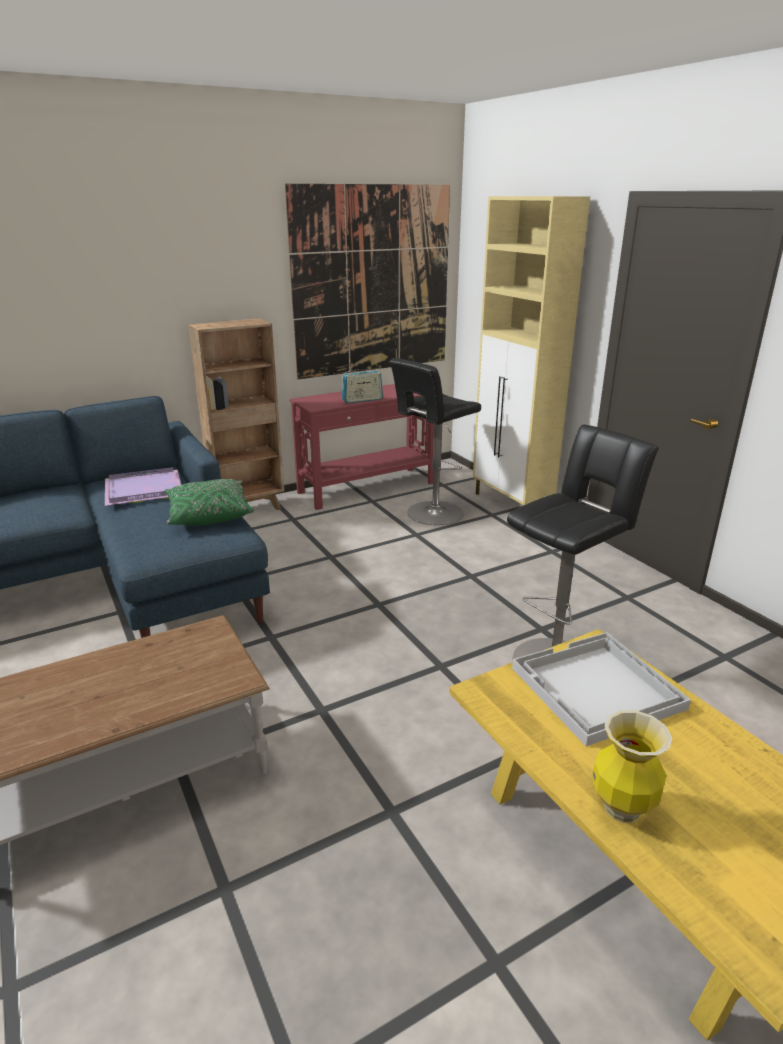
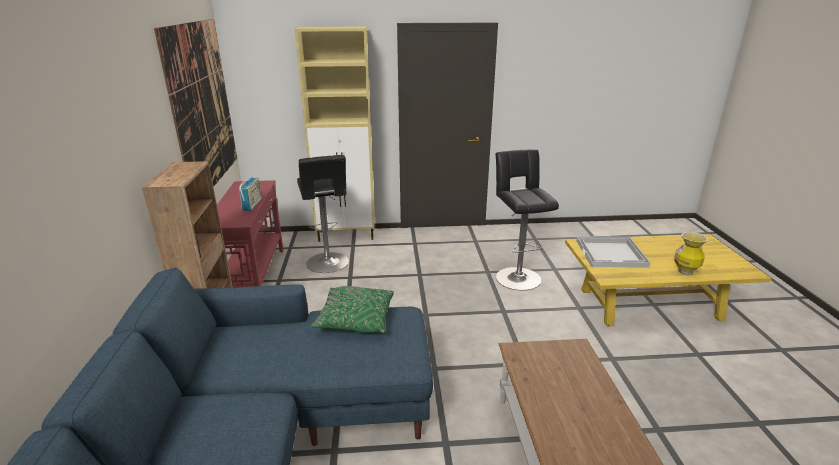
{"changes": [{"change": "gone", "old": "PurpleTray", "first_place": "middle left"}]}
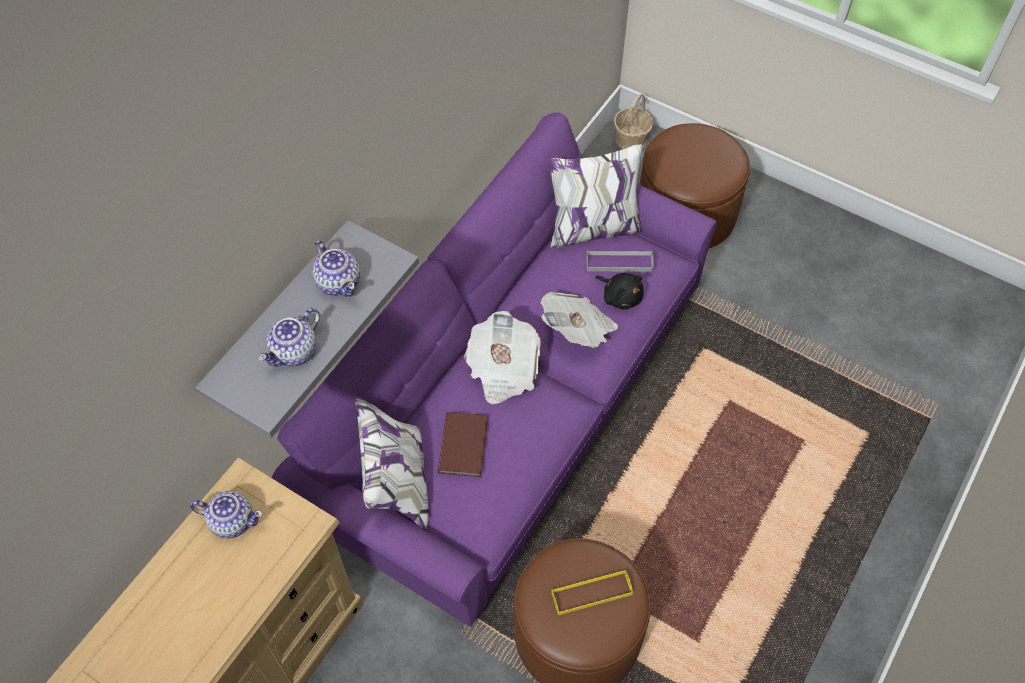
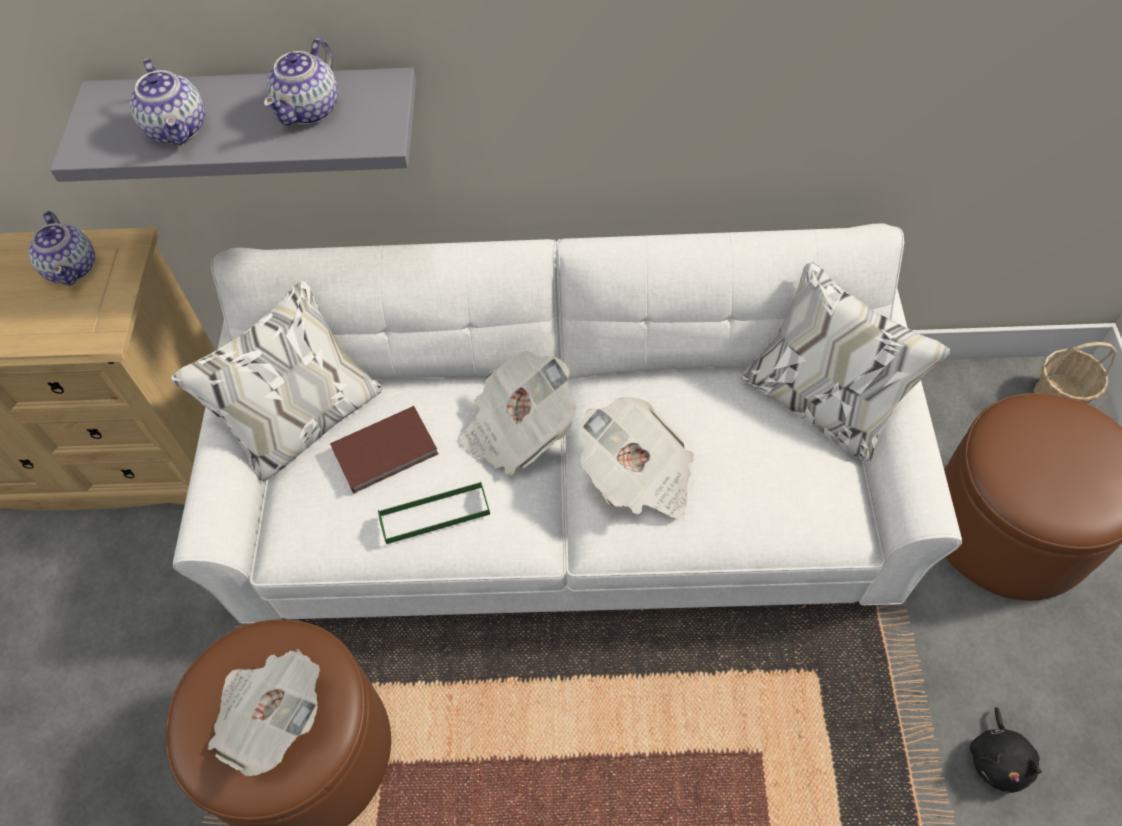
{"changes": [{"change": "repainted", "old": "PurpleSofa", "new": "WhiteSofa", "first_place": "centre", "second_place": "centre"}, {"change": "gone", "old": "GreyTray", "first_place": "centre"}, {"change": "shifted", "old": "BlackPlushToy", "first_place": "centre", "second_place": "bottom right"}, {"change": "rotated", "old": "Teapot (no. 2 from left)", "first_place": "middle left", "second_place": "top left", "degrees": -120}, {"change": "swapped", "old": "YellowTray", "new": "Newspaper (no. 1 from left)", "first_place": "bottom centre", "second_place": "bottom left"}, {"change": "new", "new": "GreenTray", "second_place": "centre"}]}
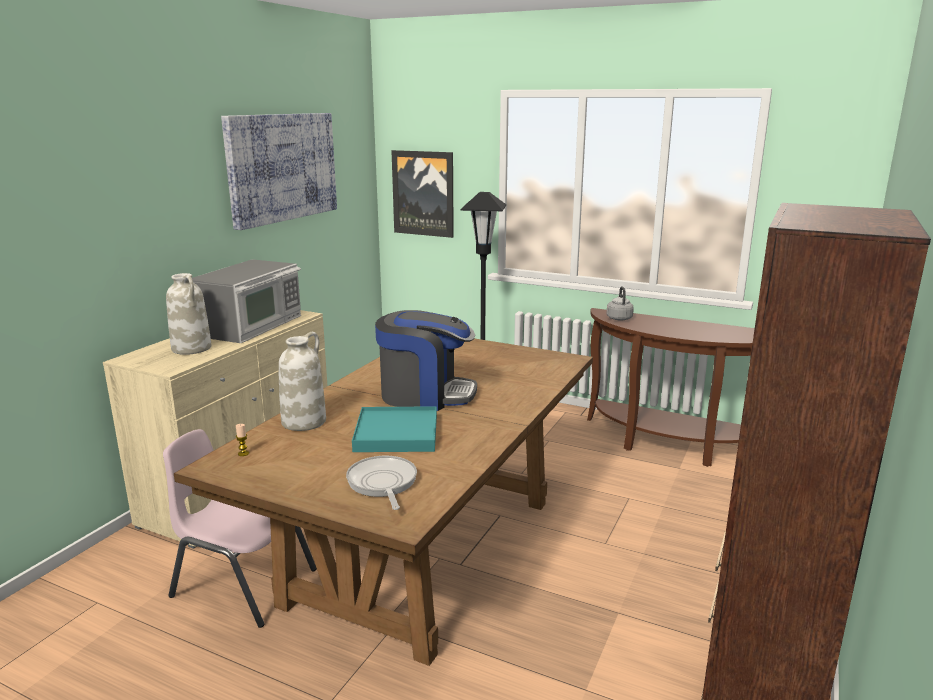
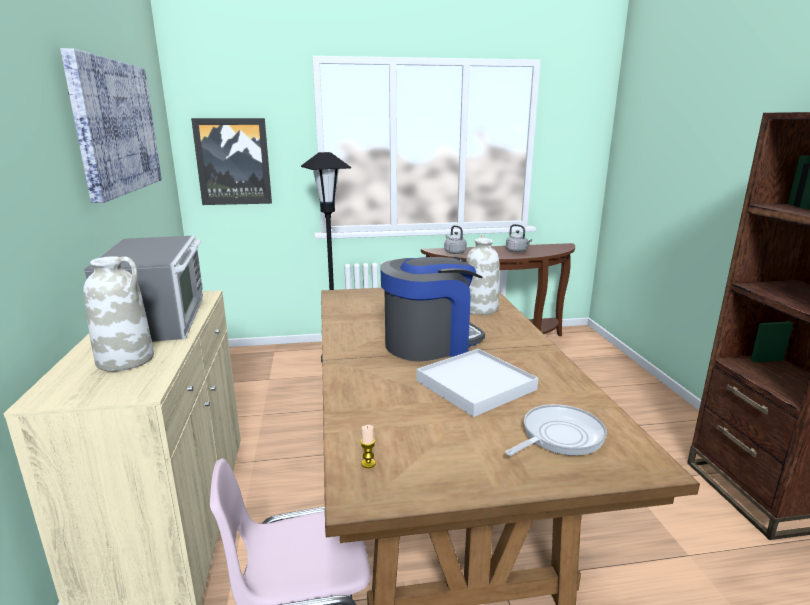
{"changes": [{"change": "shifted", "old": "WhiteVase (no. 2 from left)", "first_place": "middle left", "second_place": "centre"}, {"change": "repainted", "old": "TurquoiseTray", "new": "WhiteTray", "first_place": "centre", "second_place": "centre"}, {"change": "rotated", "old": "FryingPan", "first_place": "bottom centre", "second_place": "bottom right", "degrees": 105}, {"change": "new", "new": "GreyKettle (no. 2 from left)", "second_place": "centre"}]}
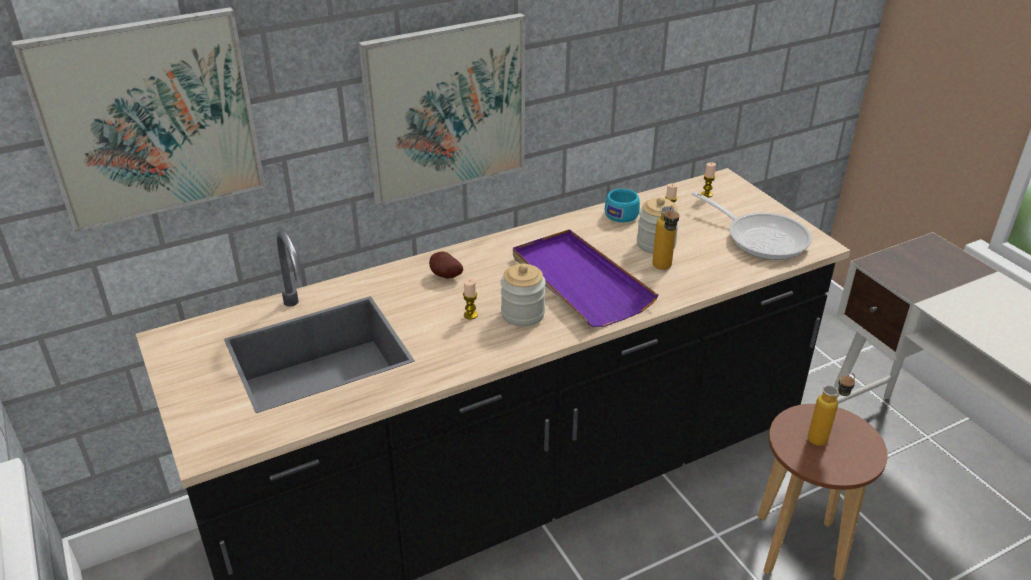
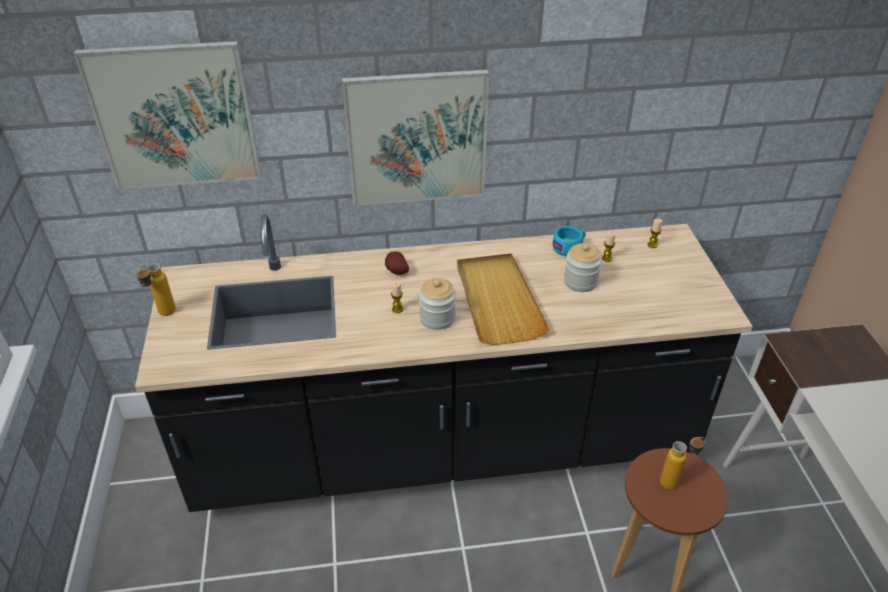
{"changes": [{"change": "gone", "old": "FryingPan", "first_place": "middle right"}, {"change": "shifted", "old": "Bottle (no. 1 from left)", "first_place": "centre", "second_place": "middle left"}, {"change": "repainted", "old": "PurpleTray", "new": "BeigeTray", "first_place": "centre", "second_place": "centre"}]}
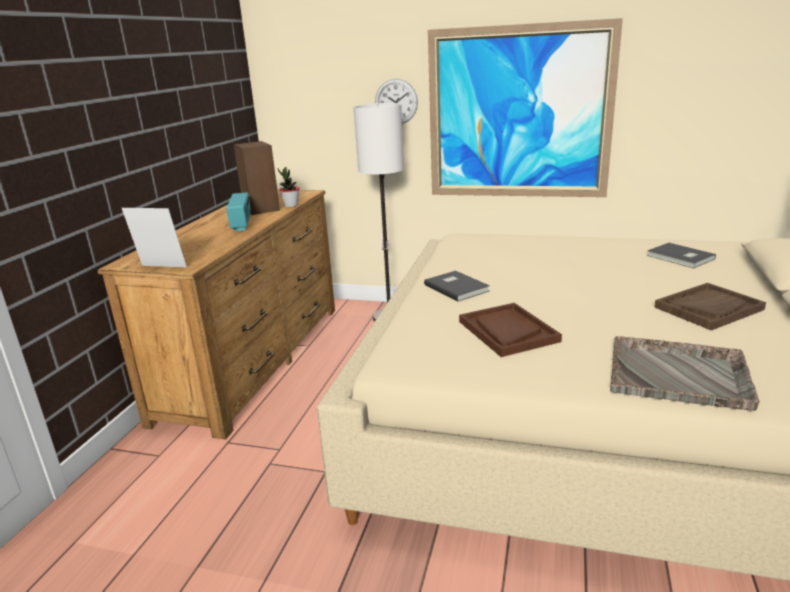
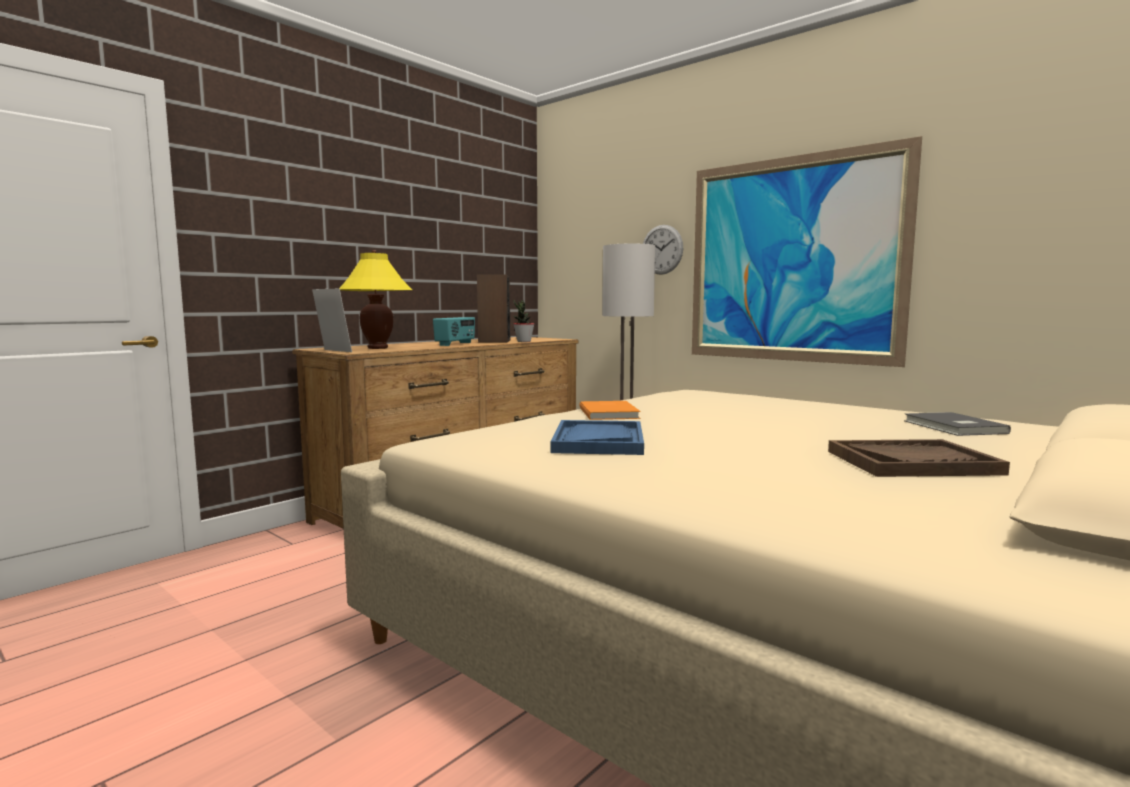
{"changes": [{"change": "repainted", "old": "GreyBook (no. 1 from left)", "new": "OrangeBook", "first_place": "centre", "second_place": "centre"}, {"change": "repainted", "old": "BrownTray (no. 1 from left)", "new": "BlueTray", "first_place": "centre", "second_place": "centre"}, {"change": "gone", "old": "GreyTray", "first_place": "middle right"}, {"change": "new", "new": "YellowTableLamp", "second_place": "middle left"}]}
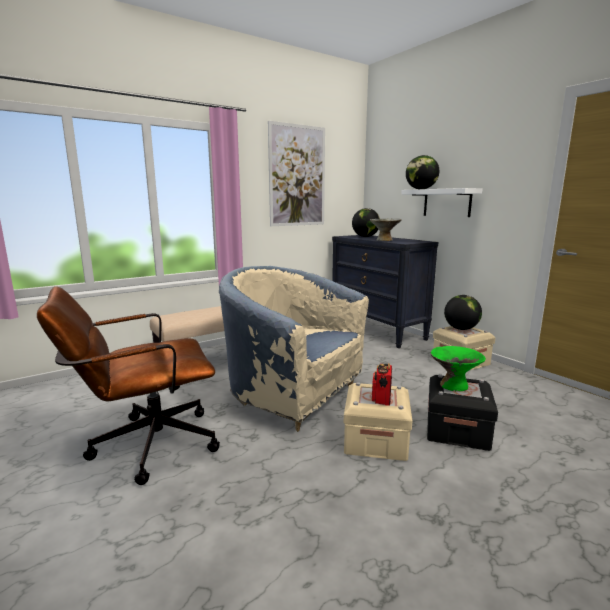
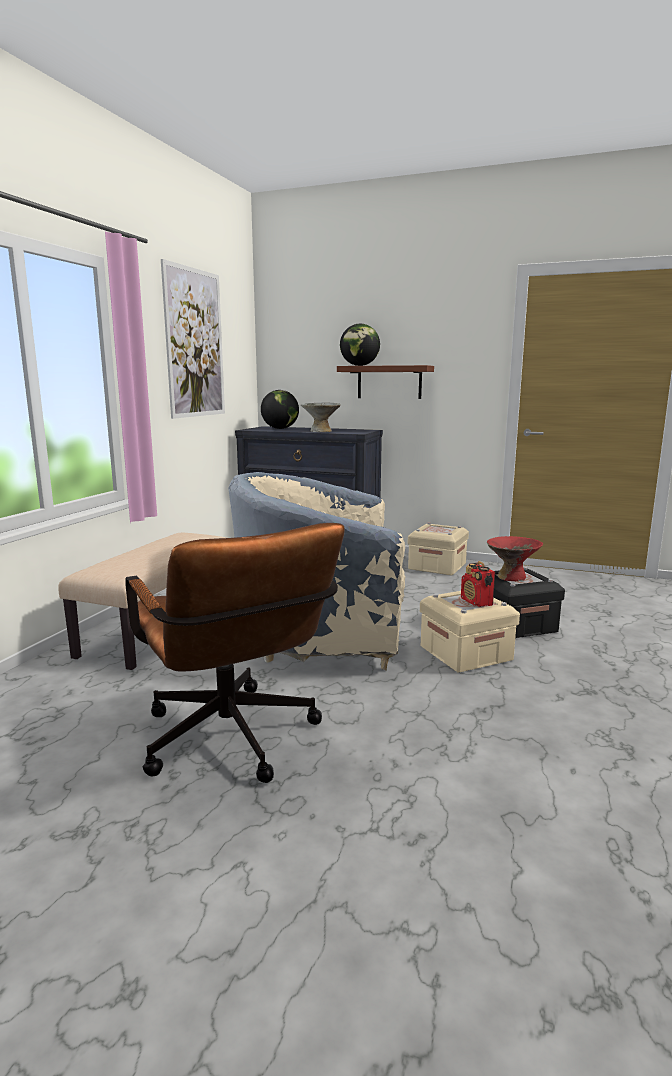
{"changes": [{"change": "repainted", "old": "WhiteShelf", "new": "BrownShelf", "first_place": "top right", "second_place": "centre"}, {"change": "rotated", "old": "BrownOfficeChair", "first_place": "middle left", "second_place": "centre", "degrees": -60}, {"change": "gone", "old": "Globe (no. 3 from left)", "first_place": "middle right"}, {"change": "repainted", "old": "GreenBowl", "new": "RedBowl", "first_place": "middle right", "second_place": "middle right"}]}
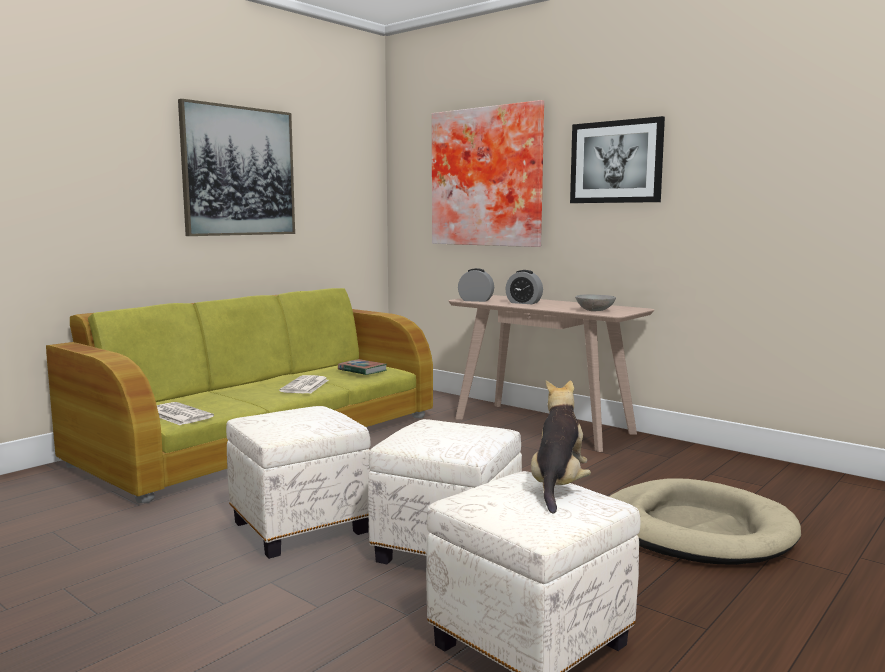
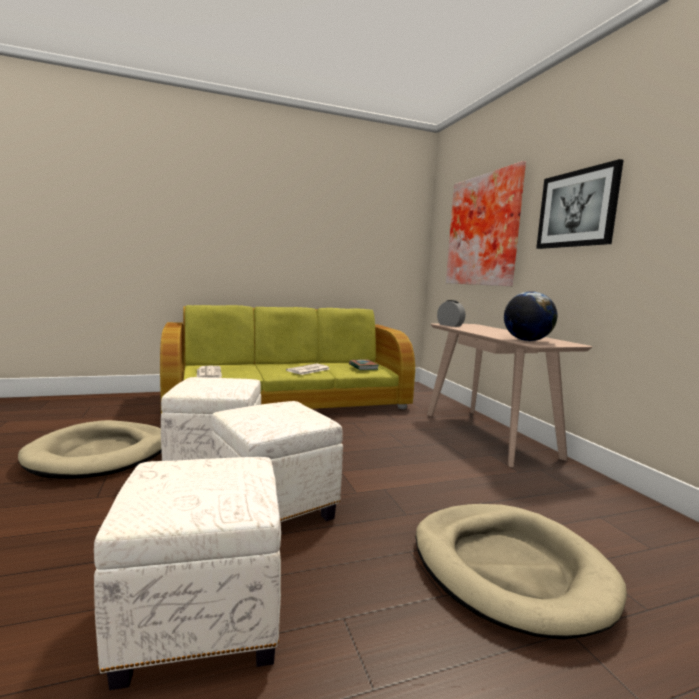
{"changes": [{"change": "gone", "old": "Picture (no. 1 from left)", "first_place": "top left"}, {"change": "gone", "old": "AlarmClock (no. 2 from left)", "first_place": "centre"}, {"change": "swapped", "old": "GreyBowl", "new": "Globe", "first_place": "middle right", "second_place": "middle right"}, {"change": "gone", "old": "PlushToy", "first_place": "centre"}, {"change": "new", "new": "BeigeDogBed (no. 1 from left)", "second_place": "middle left"}]}
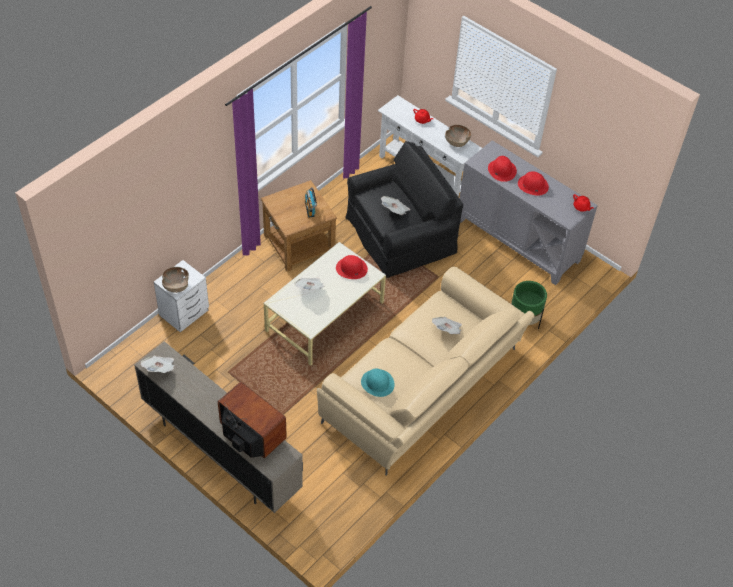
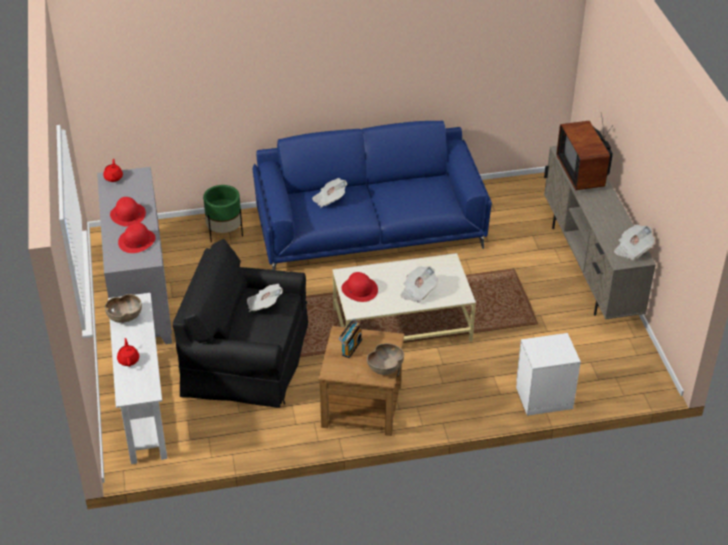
{"changes": [{"change": "shifted", "old": "BrownBowl (no. 1 from left in the first image)", "new": "BrownBowl (no. 2 from left)", "first_place": "middle left", "second_place": "centre"}, {"change": "repainted", "old": "BeigeSofa", "new": "BlueSofa", "first_place": "centre", "second_place": "centre"}, {"change": "gone", "old": "TurquoiseHat", "first_place": "centre"}]}
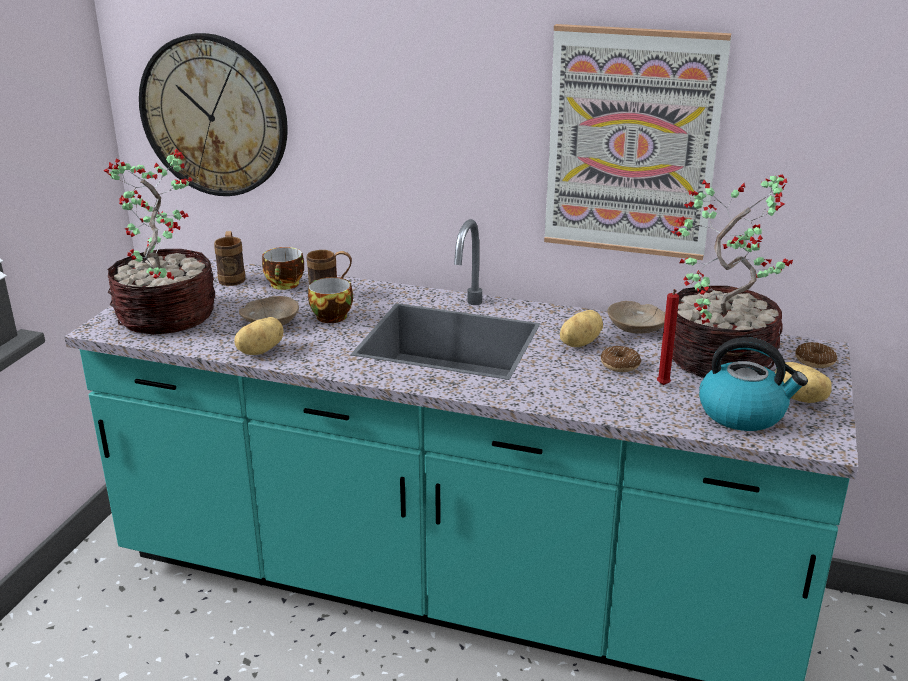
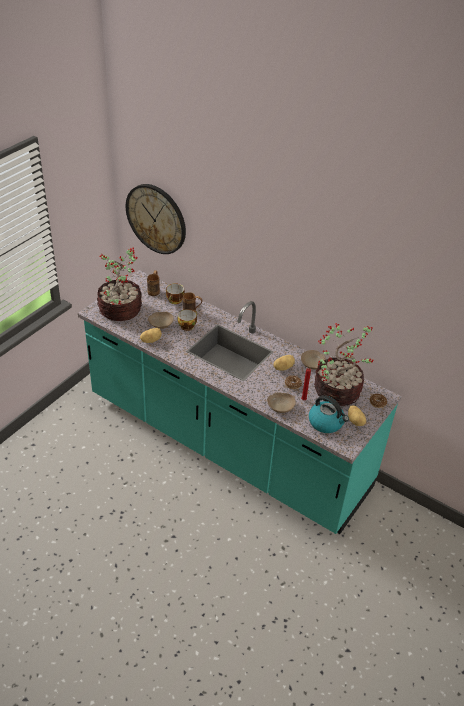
{"changes": [{"change": "gone", "old": "Picture", "first_place": "top right"}, {"change": "new", "new": "BeigeBowl (no. 2 from left)", "second_place": "centre"}]}
